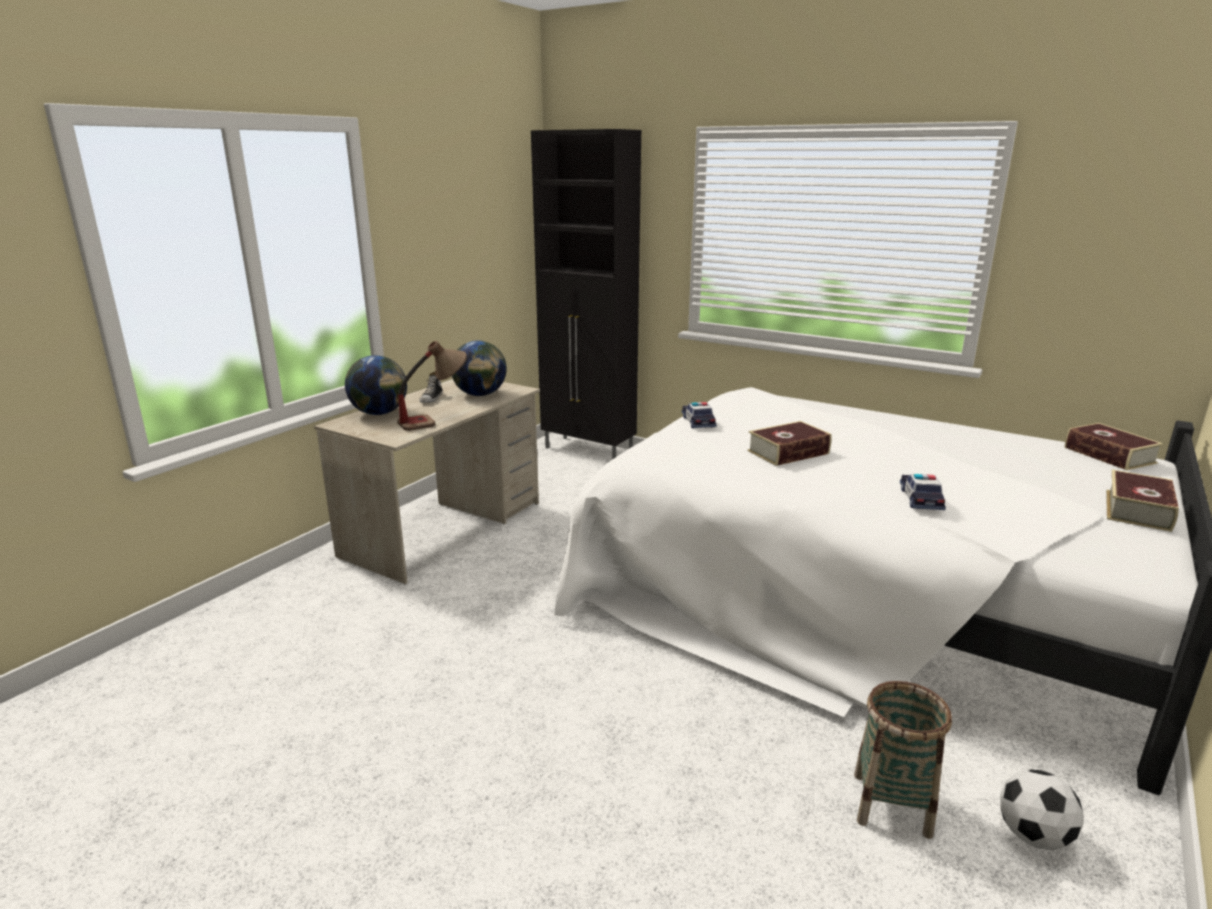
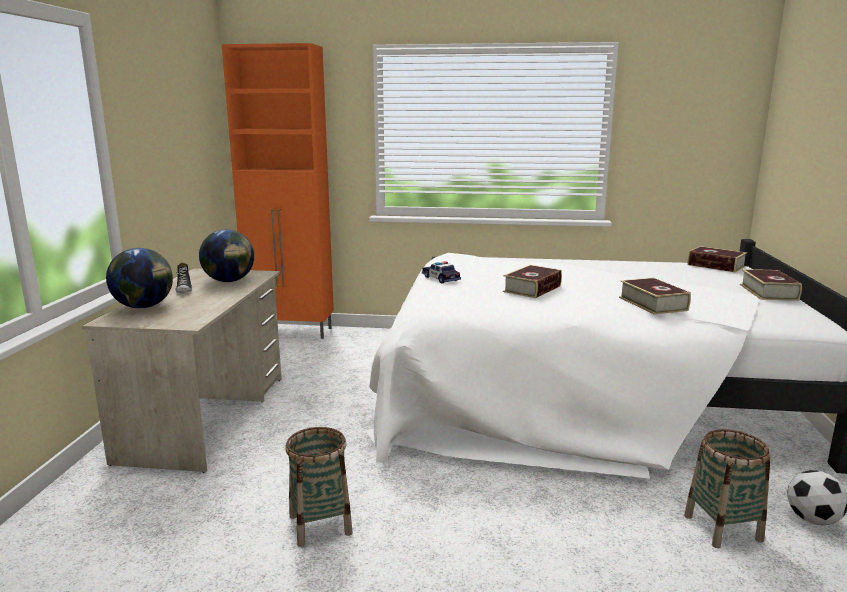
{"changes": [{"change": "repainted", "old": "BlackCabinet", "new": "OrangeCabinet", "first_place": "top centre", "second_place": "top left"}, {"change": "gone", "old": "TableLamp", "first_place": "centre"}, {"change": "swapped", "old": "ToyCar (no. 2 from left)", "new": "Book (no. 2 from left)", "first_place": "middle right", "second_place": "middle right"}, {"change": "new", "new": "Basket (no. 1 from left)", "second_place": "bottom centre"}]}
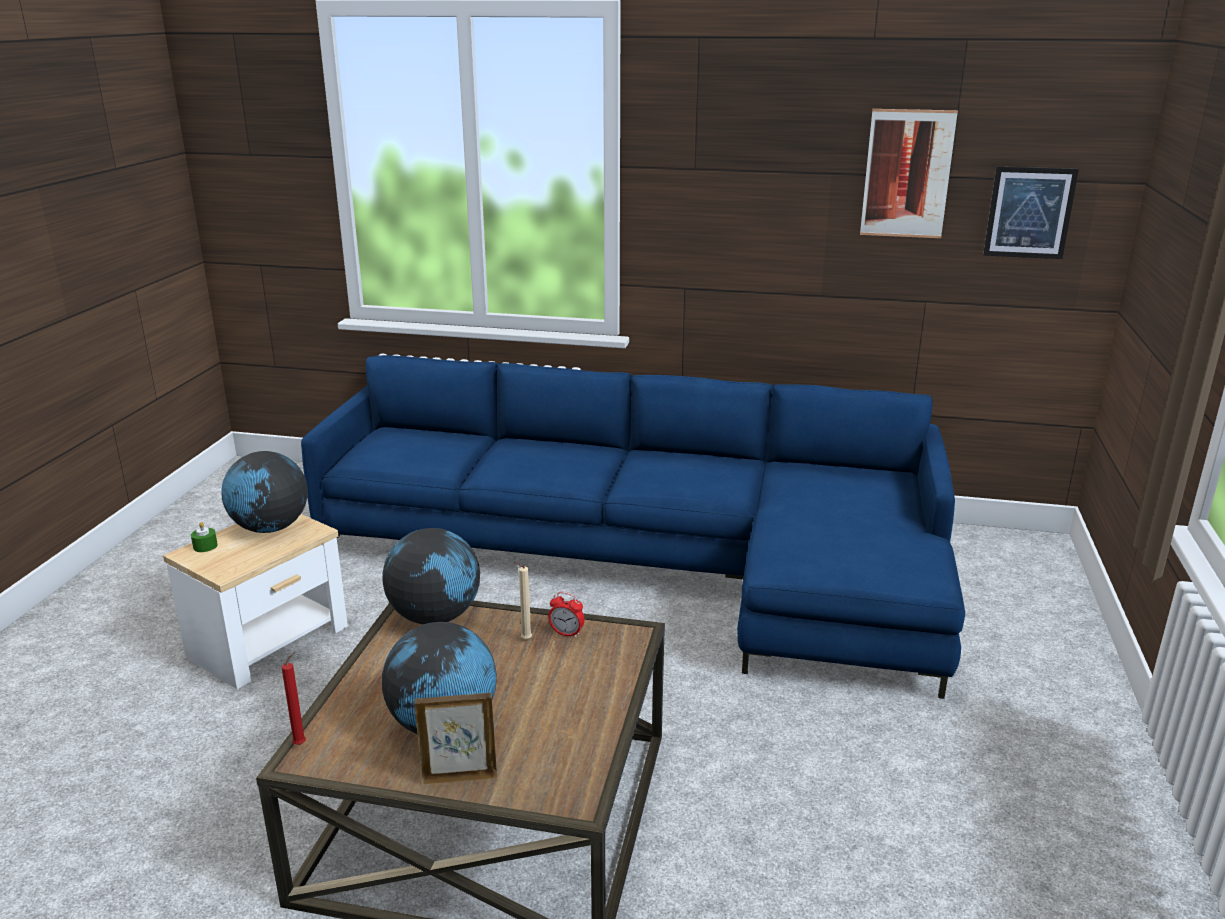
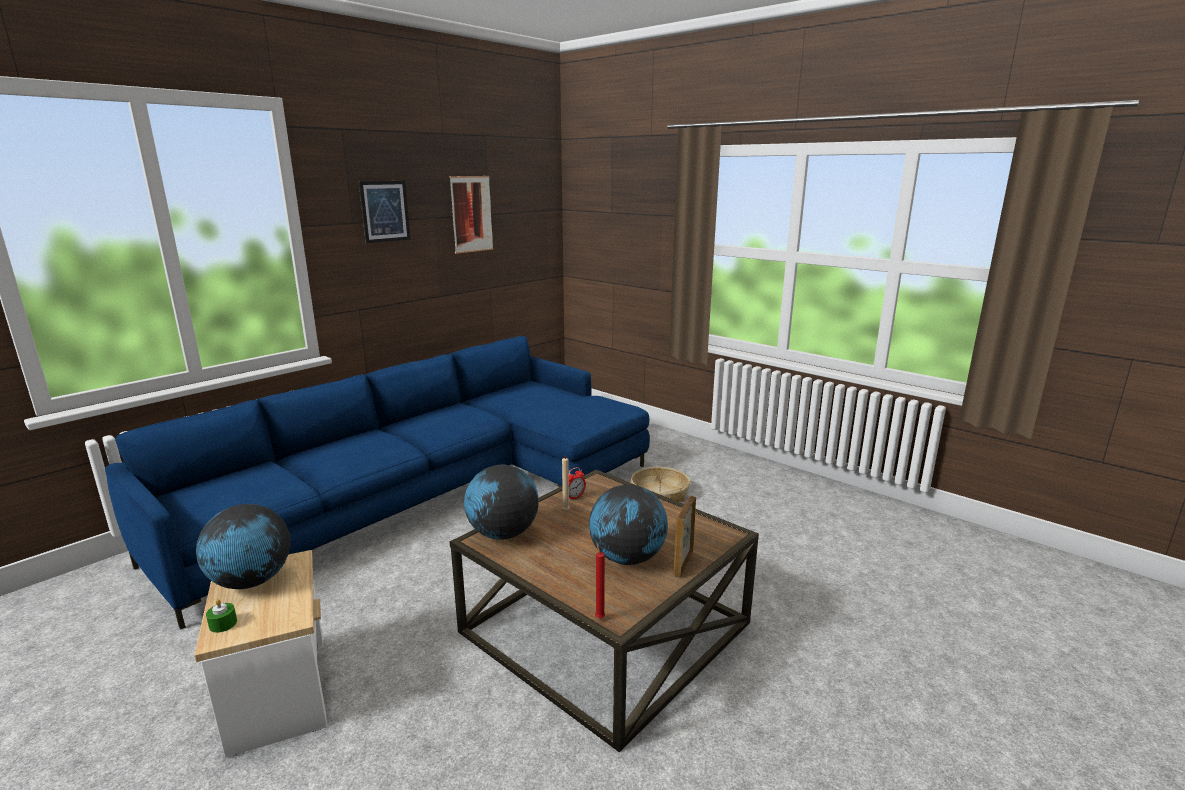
{"changes": [{"change": "shifted", "old": "Picture (no. 2 from left in the first image)", "new": "Picture (no. 1 from left)", "first_place": "top right", "second_place": "top left"}, {"change": "new", "new": "Basket", "second_place": "centre"}]}
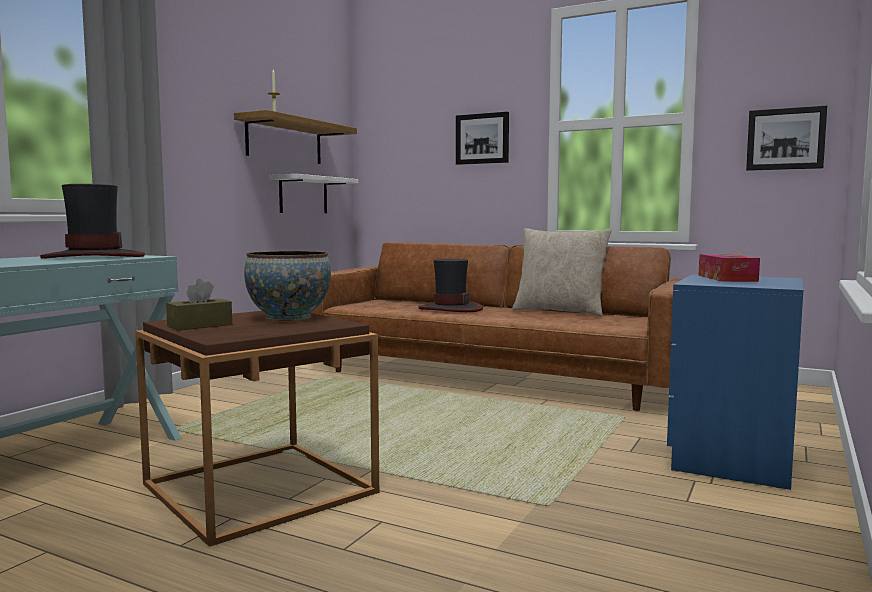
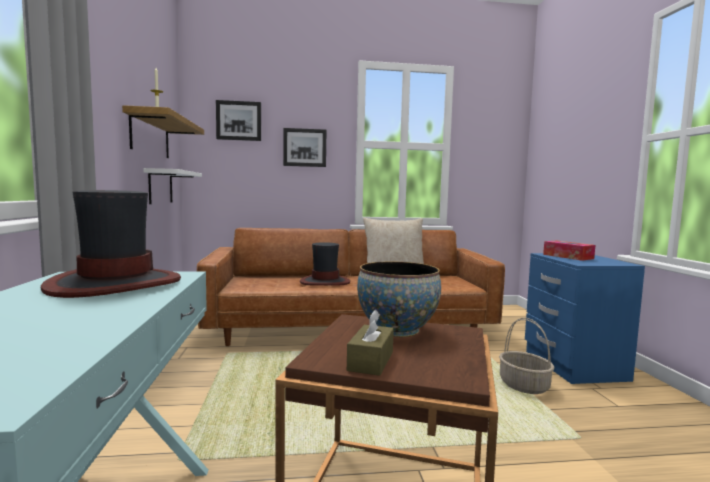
{"changes": [{"change": "shifted", "old": "Picture (no. 2 from left in the first image)", "new": "Picture (no. 1 from left)", "first_place": "top right", "second_place": "top centre"}, {"change": "new", "new": "Basket", "second_place": "bottom right"}]}
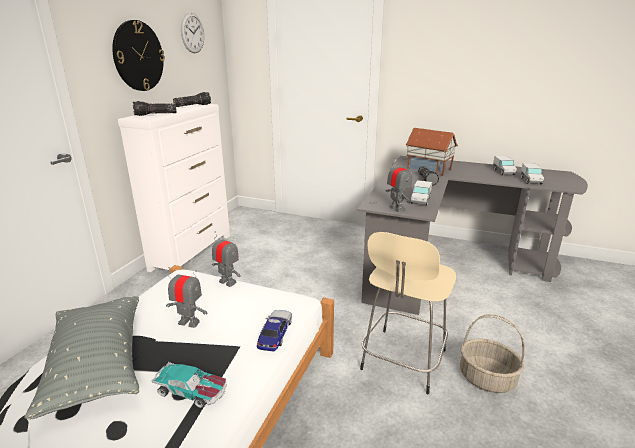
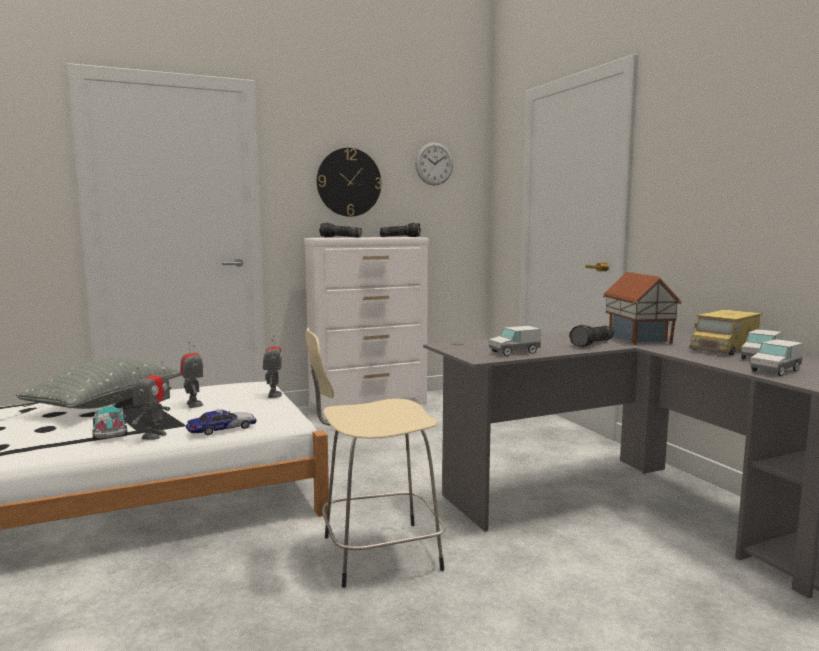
{"changes": [{"change": "shifted", "old": "ToyRobot (no. 3 from left in the first image)", "new": "ToyRobot (no. 1 from left)", "first_place": "centre", "second_place": "middle left"}, {"change": "gone", "old": "Basket", "first_place": "bottom right"}, {"change": "new", "new": "ToyTruck (no. 2 from left)", "second_place": "middle right"}]}
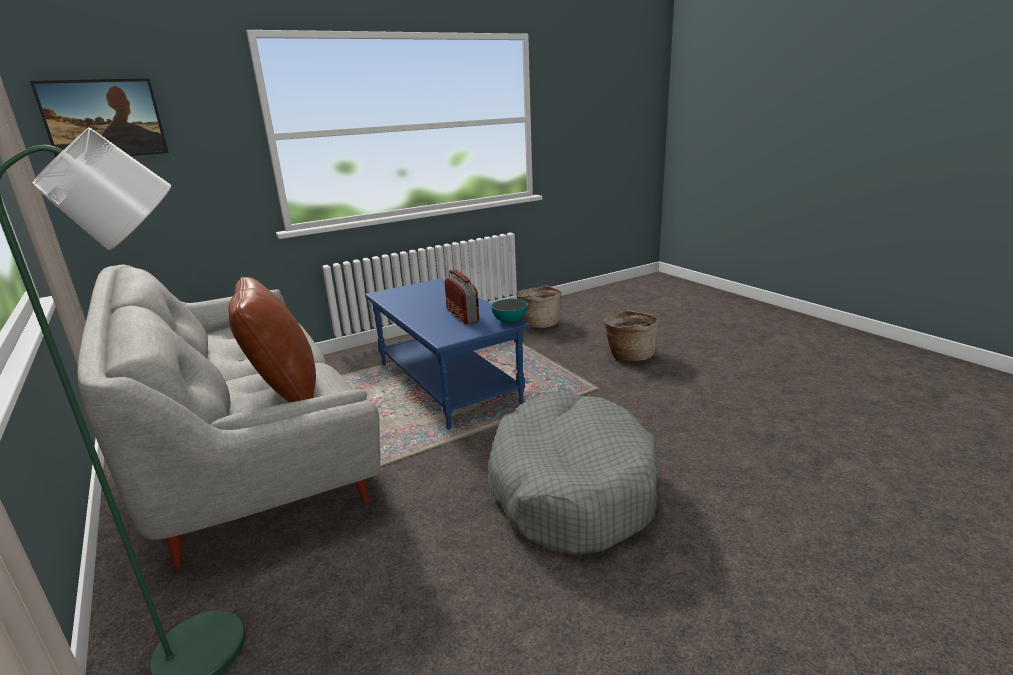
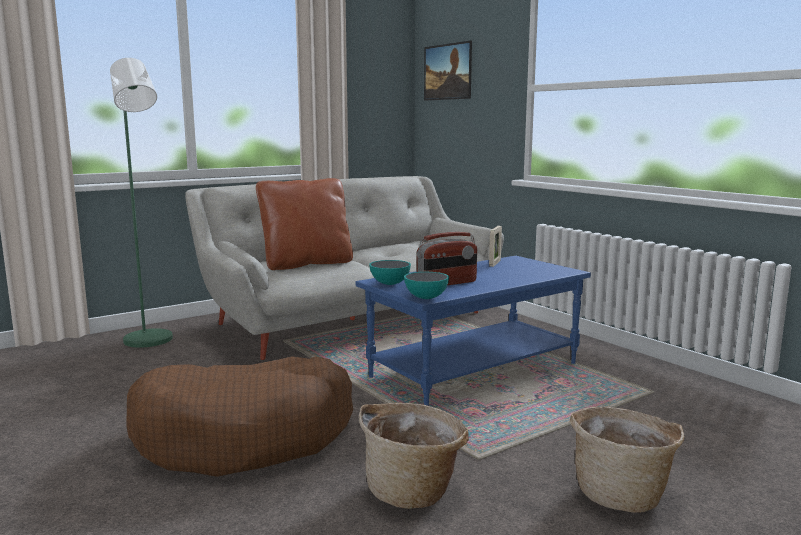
{"changes": [{"change": "shifted", "old": "Basket (no. 1 from left)", "first_place": "centre", "second_place": "bottom centre"}, {"change": "repainted", "old": "GreyDogBed", "new": "BrownDogBed", "first_place": "bottom centre", "second_place": "bottom left"}, {"change": "new", "new": "PictureFrame", "second_place": "centre"}, {"change": "new", "new": "Bowl (no. 1 from left)", "second_place": "centre"}]}
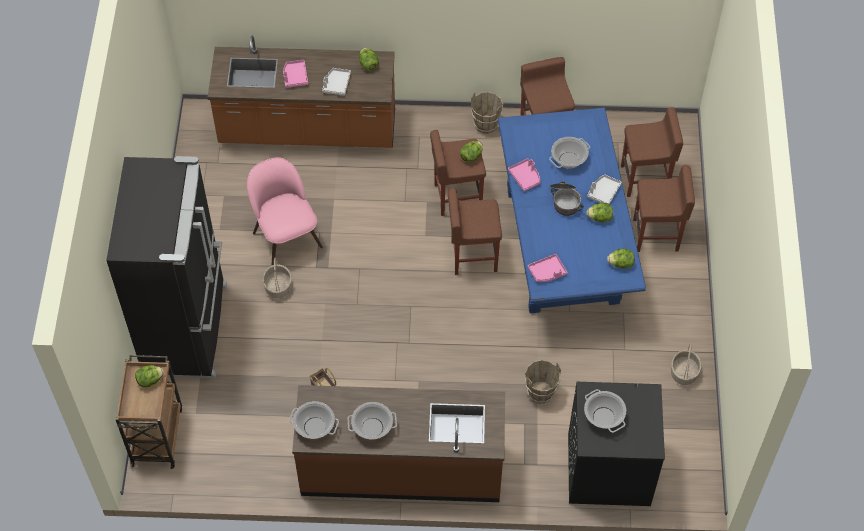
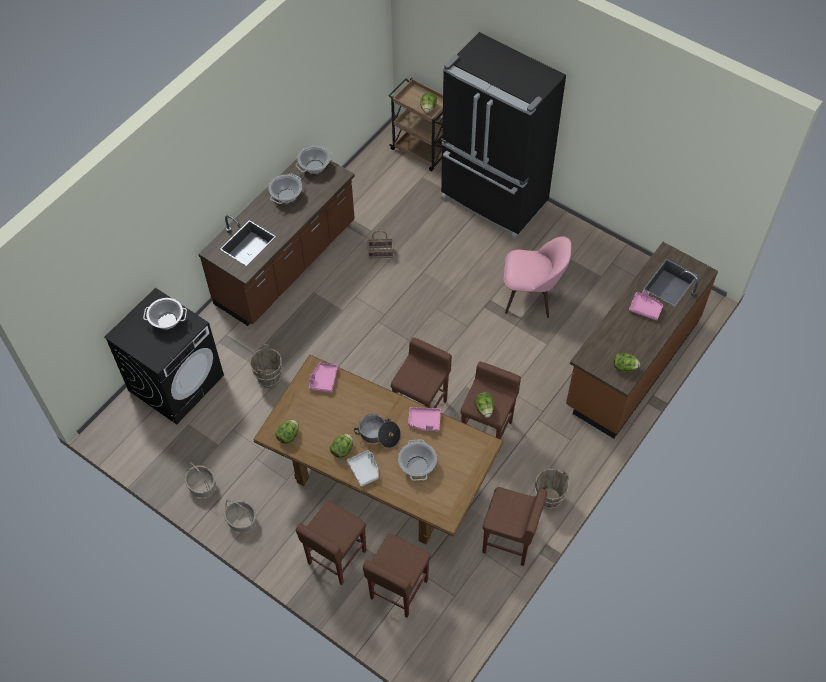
{"changes": [{"change": "gone", "old": "GreyTray (no. 1 from left)", "first_place": "top centre"}, {"change": "repainted", "old": "BlueDiningTable", "new": "BrownDiningTable", "first_place": "centre", "second_place": "centre"}, {"change": "shifted", "old": "Basket (no. 1 from left in the first image)", "new": "Basket (no. 2 from left)", "first_place": "middle left", "second_place": "bottom left"}]}
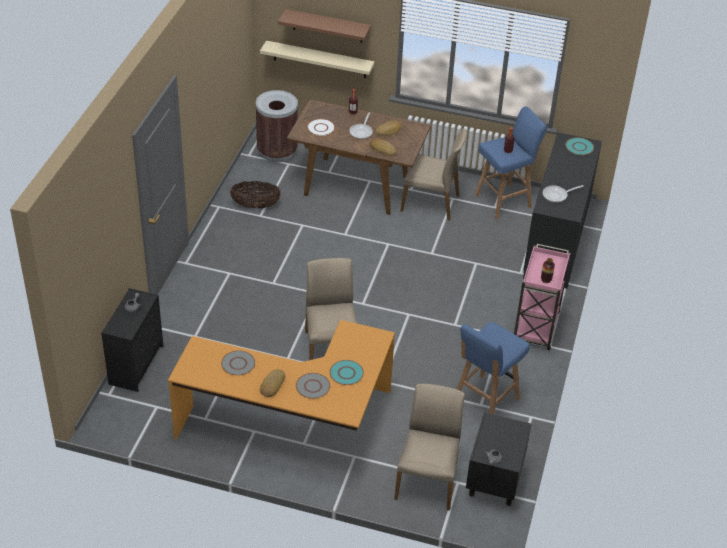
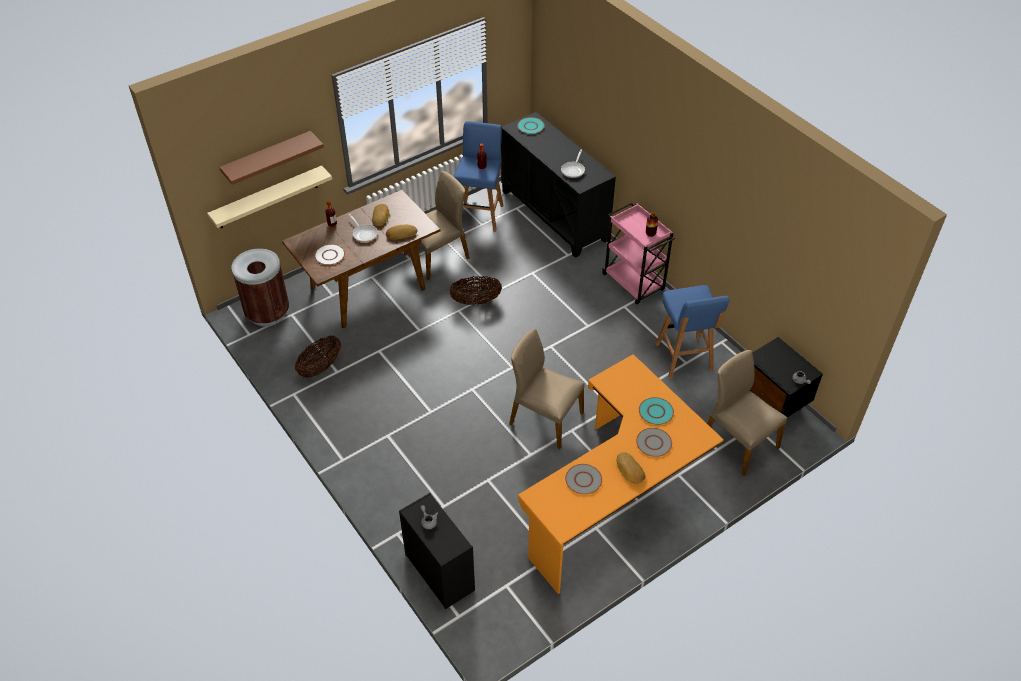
{"changes": [{"change": "new", "new": "Basket (no. 2 from left)", "second_place": "centre"}]}
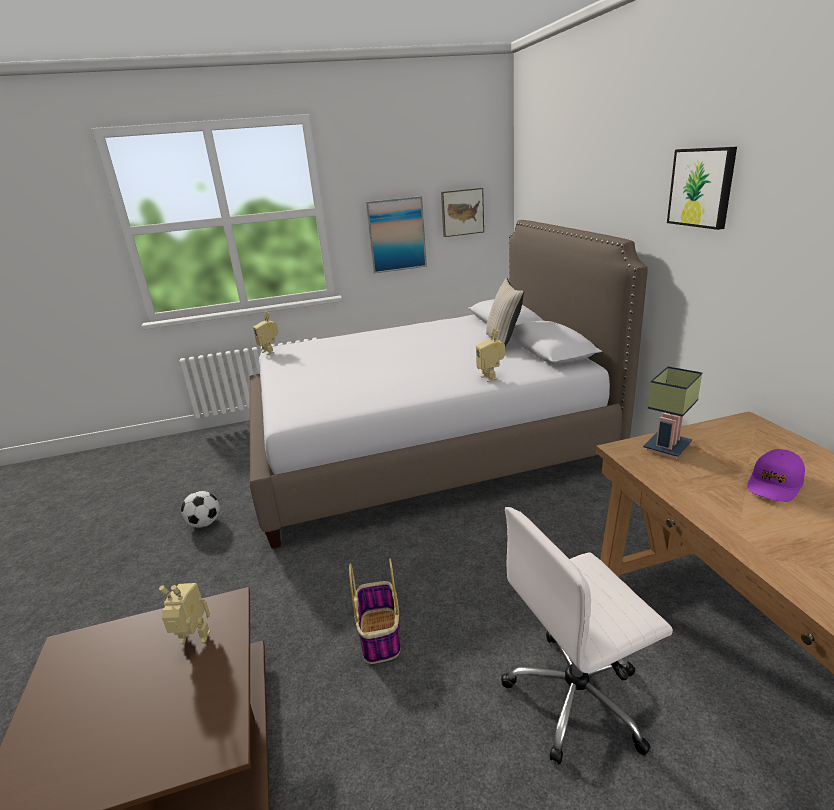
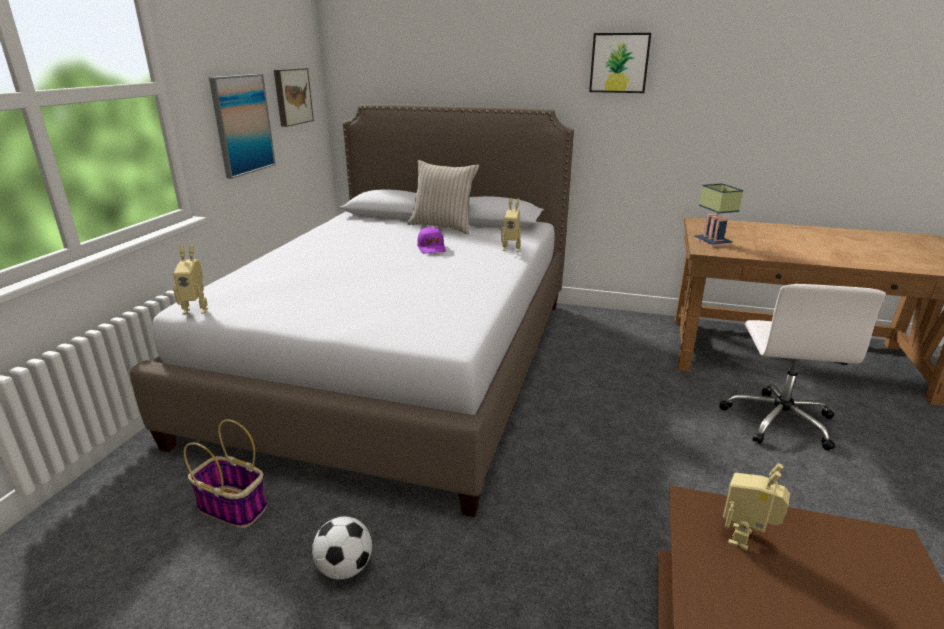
{"changes": [{"change": "shifted", "old": "PurpleCap", "first_place": "middle right", "second_place": "centre"}, {"change": "shifted", "old": "Basket", "first_place": "bottom centre", "second_place": "bottom left"}]}
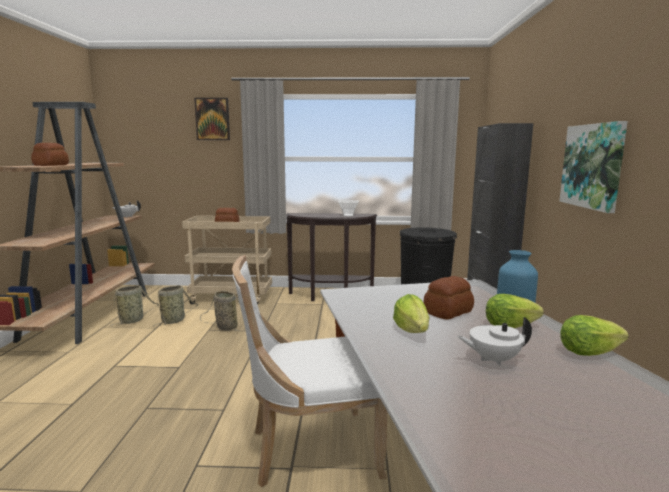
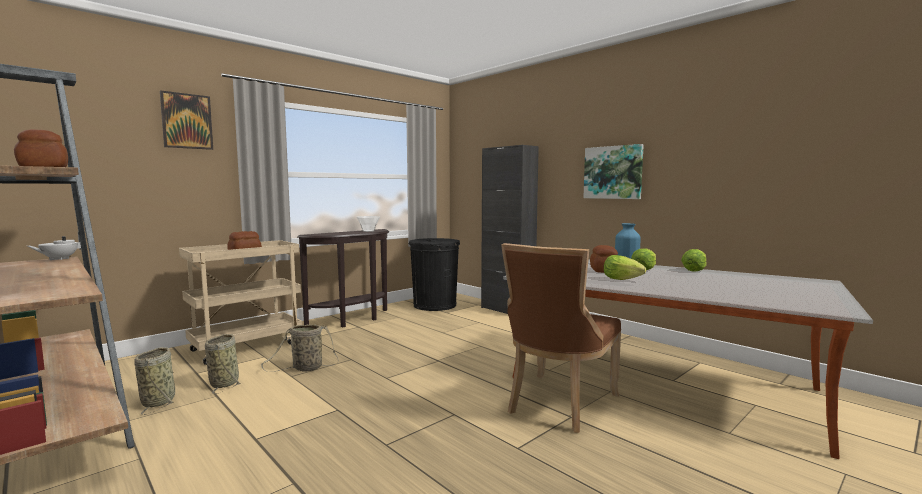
{"changes": [{"change": "repainted", "old": "WhiteChair", "new": "BrownChair", "first_place": "bottom centre", "second_place": "bottom centre"}, {"change": "gone", "old": "WhiteTeapot (no. 2 from left)", "first_place": "bottom right"}]}
